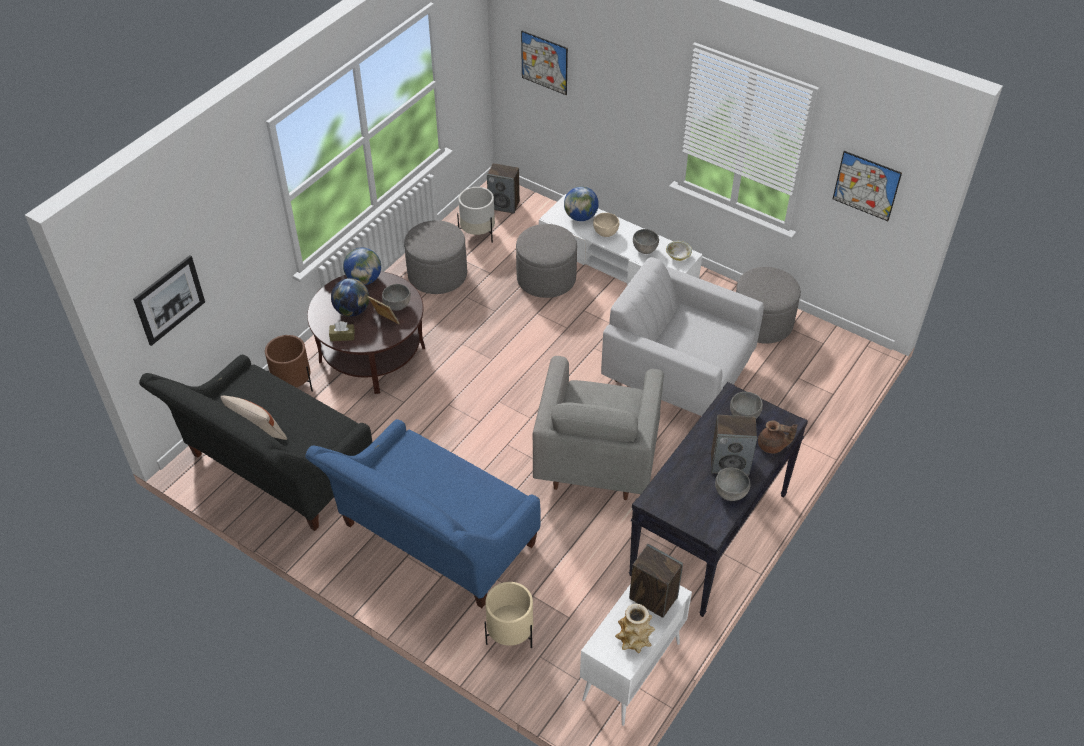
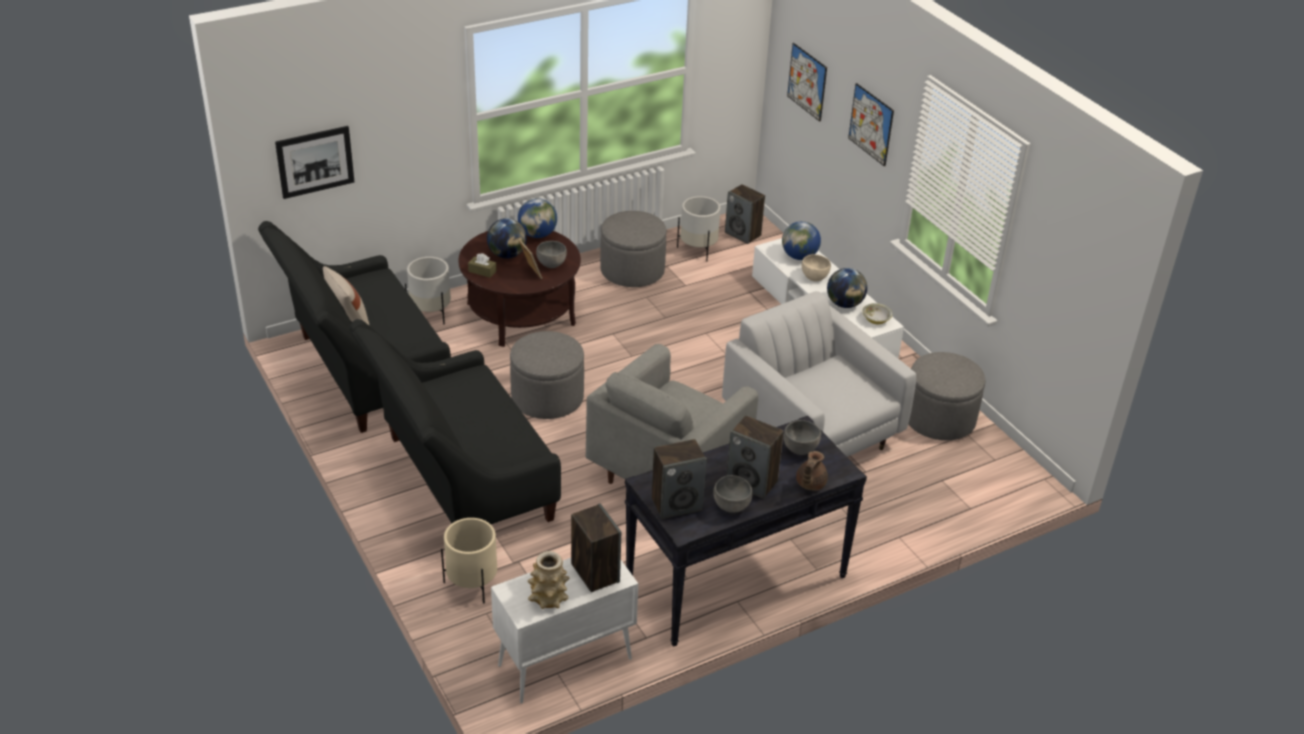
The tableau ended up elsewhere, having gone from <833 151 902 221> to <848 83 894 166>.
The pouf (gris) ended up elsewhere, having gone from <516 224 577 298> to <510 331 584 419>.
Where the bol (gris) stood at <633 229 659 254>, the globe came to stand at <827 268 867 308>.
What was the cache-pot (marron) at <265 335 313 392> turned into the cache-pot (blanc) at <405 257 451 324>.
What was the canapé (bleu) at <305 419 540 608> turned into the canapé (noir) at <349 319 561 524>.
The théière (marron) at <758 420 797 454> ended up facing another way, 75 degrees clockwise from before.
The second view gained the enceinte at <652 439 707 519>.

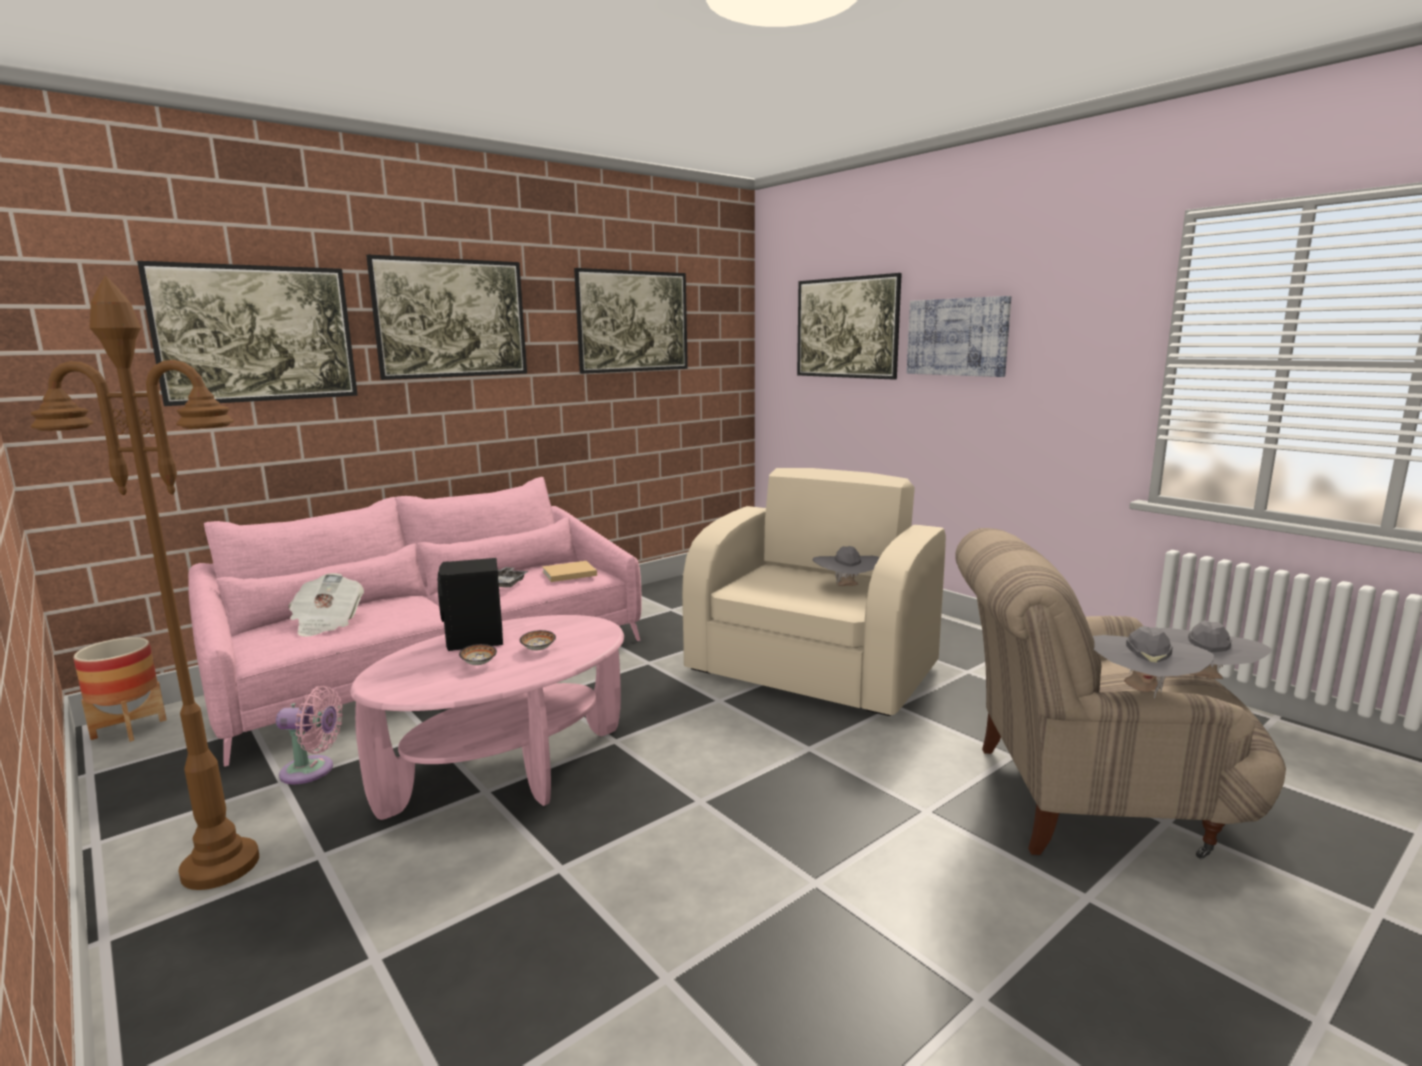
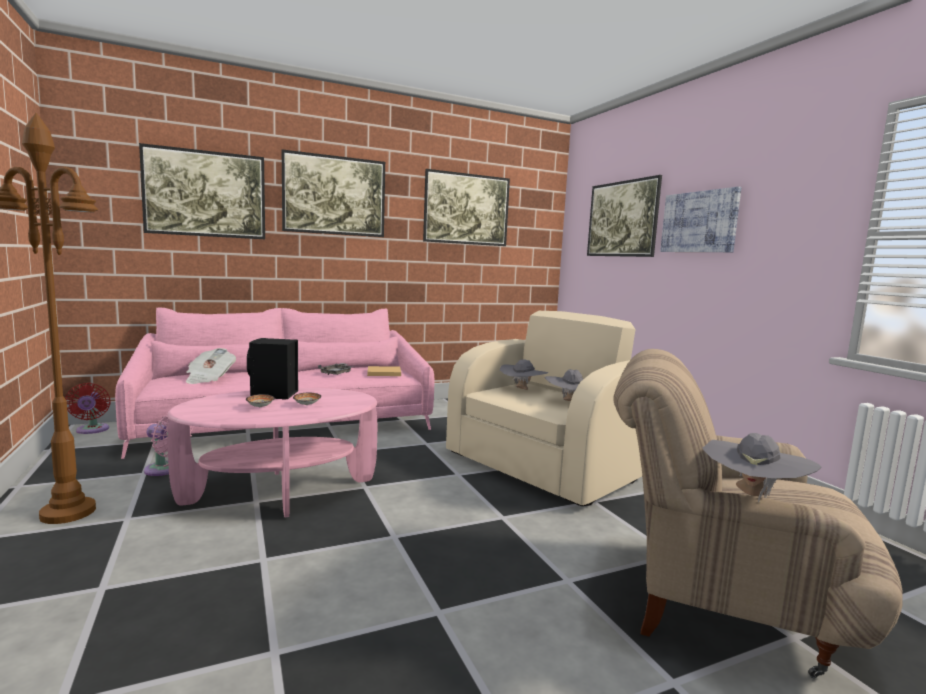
The chapeau (gris) ended up elsewhere, having gone from <1159 621 1272 679> to <500 360 549 390>.
Where the cache-pot stood at <73 637 167 742>, the ventilateur (rouge) came to stand at <65 383 111 434>.

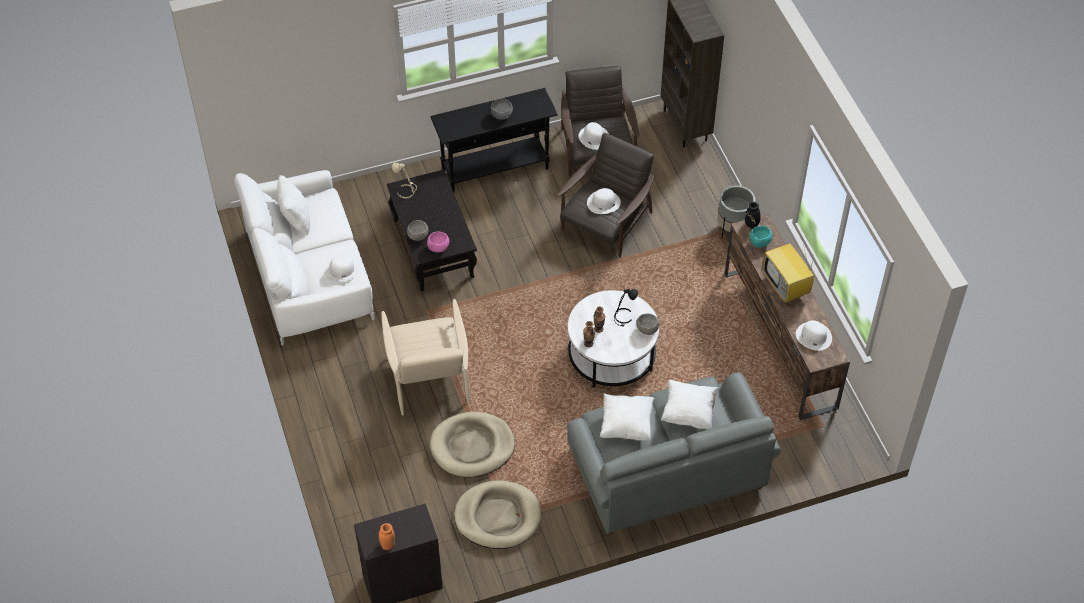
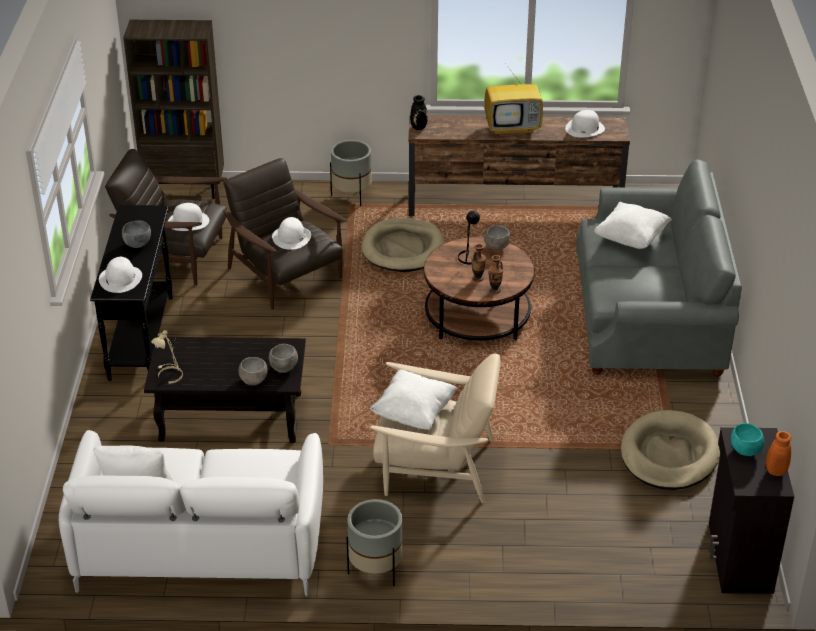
The bol (turquoise) ended up elsewhere, having gone from <750 226 772 248> to <731 423 764 456>.
What was the bol (rose) at <427 231 449 252> turned into the bol (gris) at <269 344 298 373>.
The chapeau (blanc) ended up elsewhere, having gone from <325 255 360 282> to <99 257 142 293>.
What was the table basse (blanc) at <568 290 659 388> turned into the table basse (marron) at <424 237 535 341>.
The coussin (blanc) ended up elsewhere, having gone from <600 393 655 441> to <370 370 457 430>.
The panier pour chien (beige) ended up elsewhere, having gone from <430 412 515 477> to <362 217 444 272>.
The second view gained the cache-pot (gris) at <346 499 403 586>.

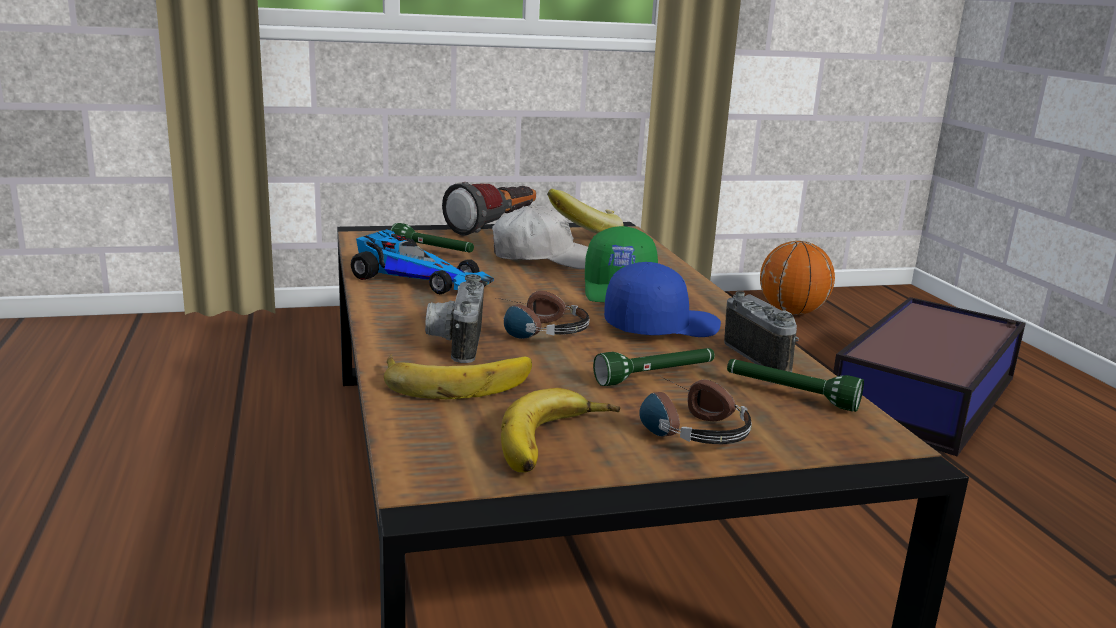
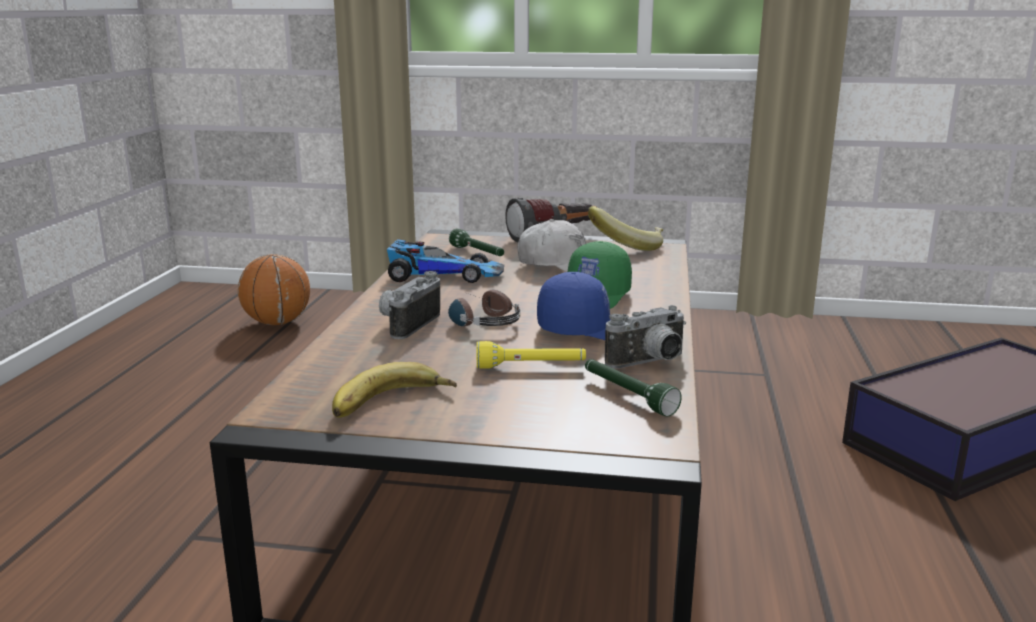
The petite voiture at <351 229 494 294> ended up facing another way, 45 degrees counterclockwise from before.
The ballon de basket ended up elsewhere, having gone from <760 241 835 315> to <238 254 310 325>.
The appareil photo at <724 291 799 372> ended up facing another way, 60 degrees clockwise from before.
What was the lampe de poche (vert) at <593 348 715 386> turned into the lampe de poche (jaune) at <477 341 586 369>.
The second view lost the banane at <384 355 532 399>.
The second view lost the casque audio at <639 377 752 444>.

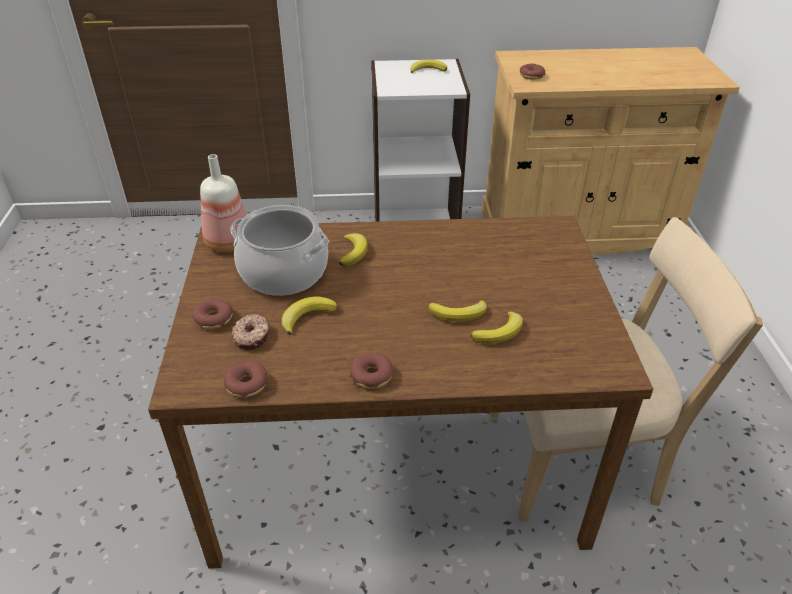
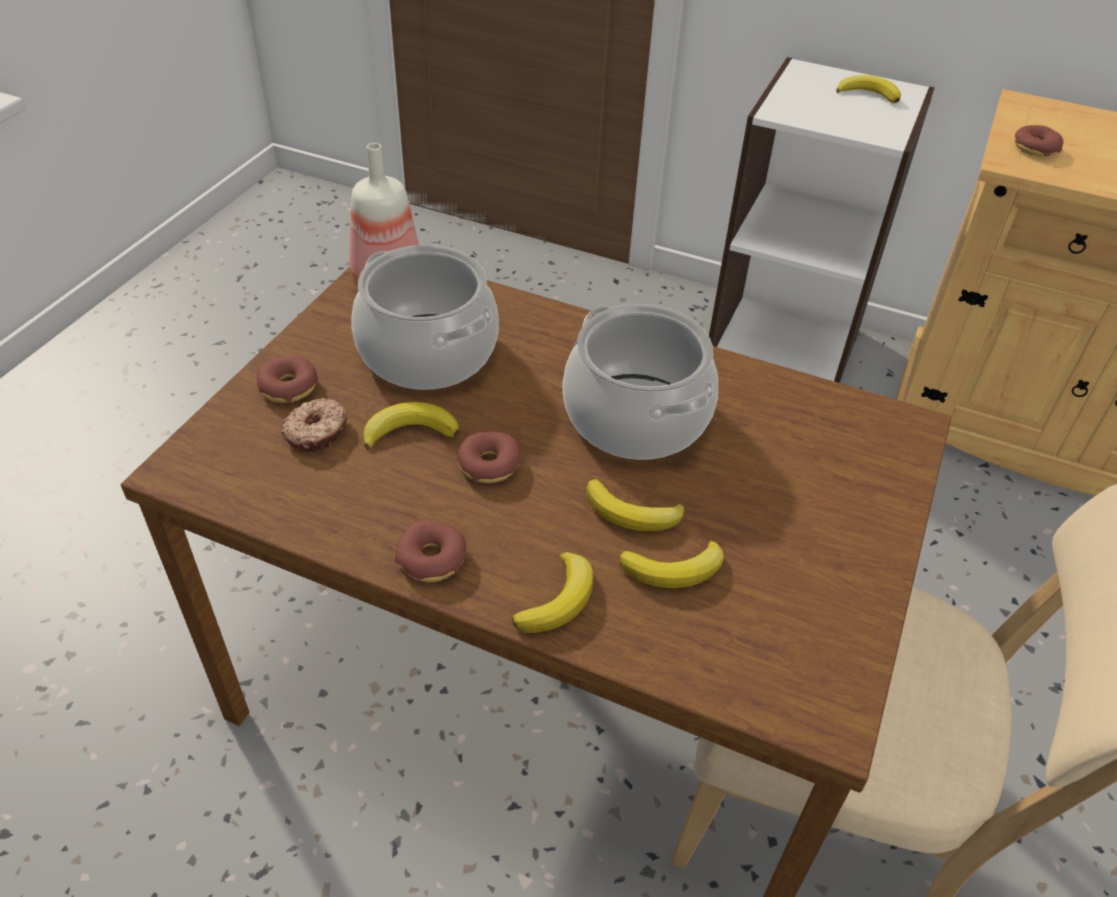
The banane ended up elsewhere, having gone from <339 233 368 267> to <512 552 593 633>.
The beignet ended up elsewhere, having gone from <224 361 268 398> to <457 431 521 483>.
The second view gained the marmite at <563 304 718 460>.

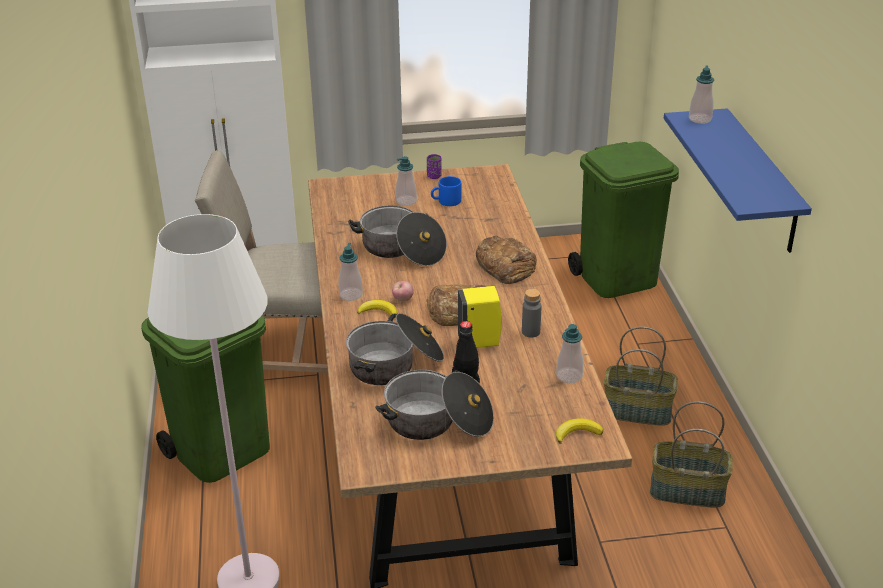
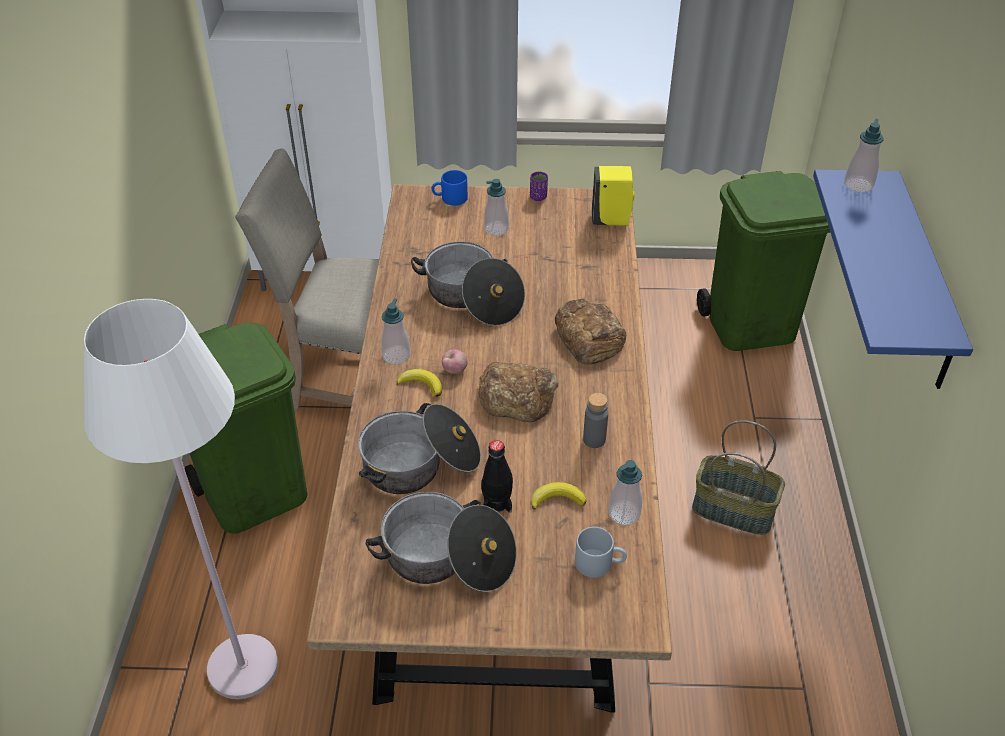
The mug (bleu) ended up elsewhere, having gone from <431 176 461 206> to <432 170 468 206>.
The distributeur de savon (jaune) ended up elsewhere, having gone from <458 286 502 348> to <592 166 635 225>.
The second view lost the panier at <650 401 733 508>.
The banane ended up elsewhere, having gone from <556 418 603 444> to <531 482 587 510>.
The second view gained the mug (gris) at <575 527 627 578>.

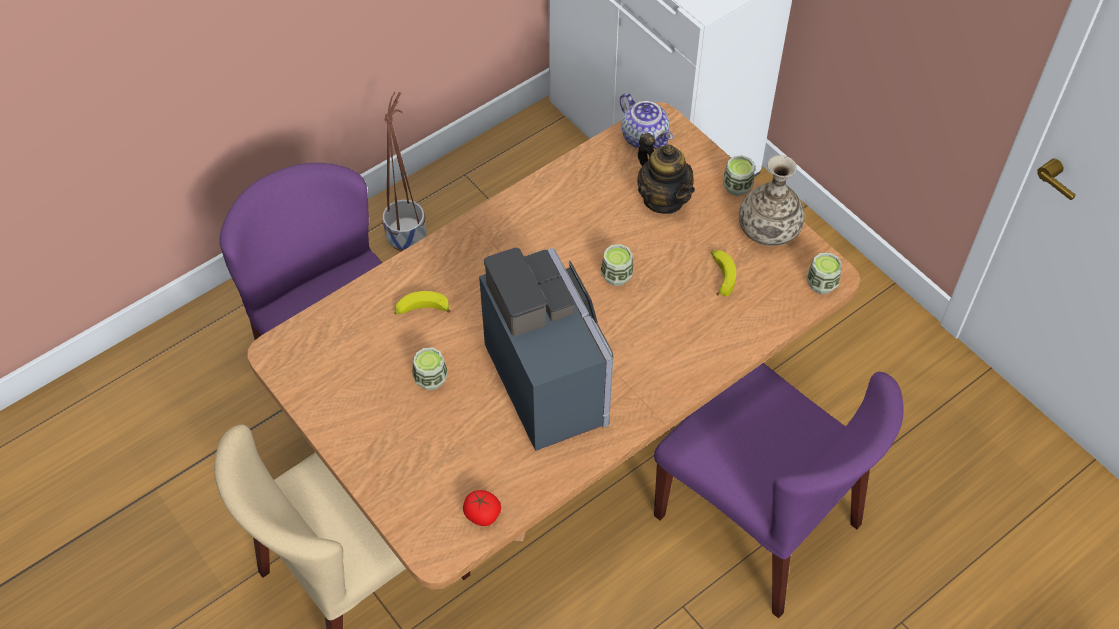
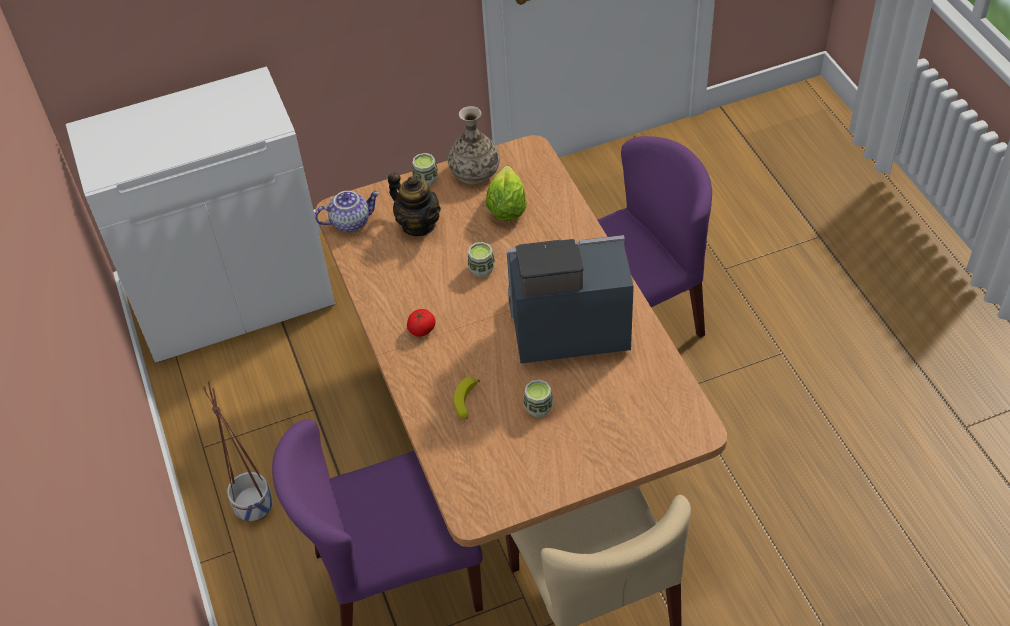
The théière at <637 133 695 214> ended up facing another way, 60 degrees clockwise from before.
Where the banane stood at <711 250 736 296>, the laitue came to stand at <486 166 527 221>.
The second view lost the tasse at <807 252 842 294>.
The tomate ended up elsewhere, having gone from <463 490 501 526> to <407 309 436 337>.

